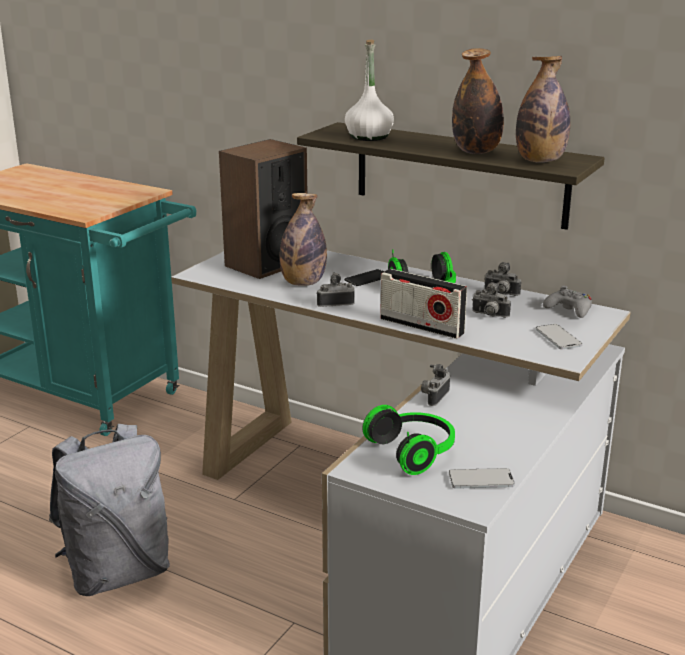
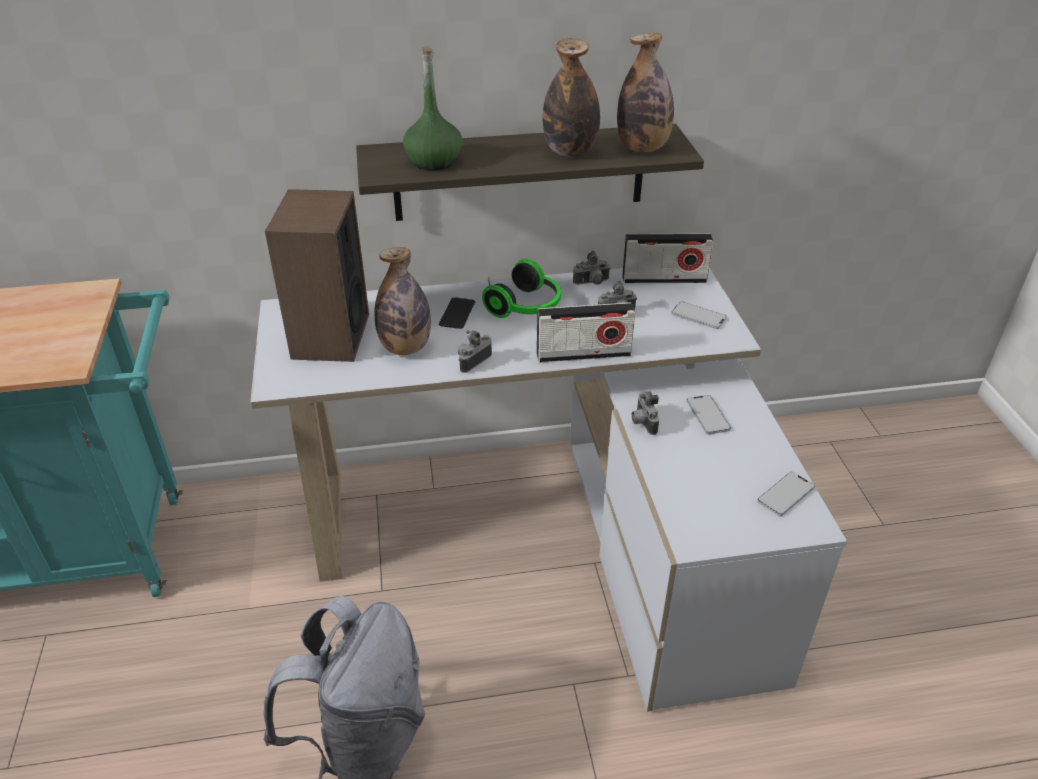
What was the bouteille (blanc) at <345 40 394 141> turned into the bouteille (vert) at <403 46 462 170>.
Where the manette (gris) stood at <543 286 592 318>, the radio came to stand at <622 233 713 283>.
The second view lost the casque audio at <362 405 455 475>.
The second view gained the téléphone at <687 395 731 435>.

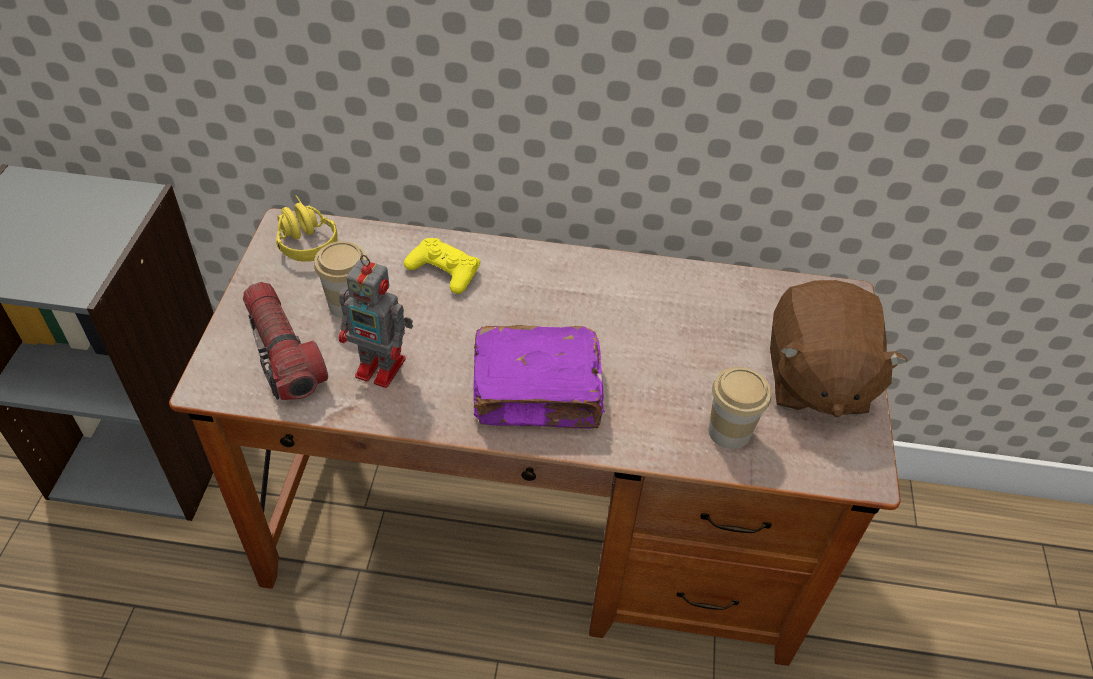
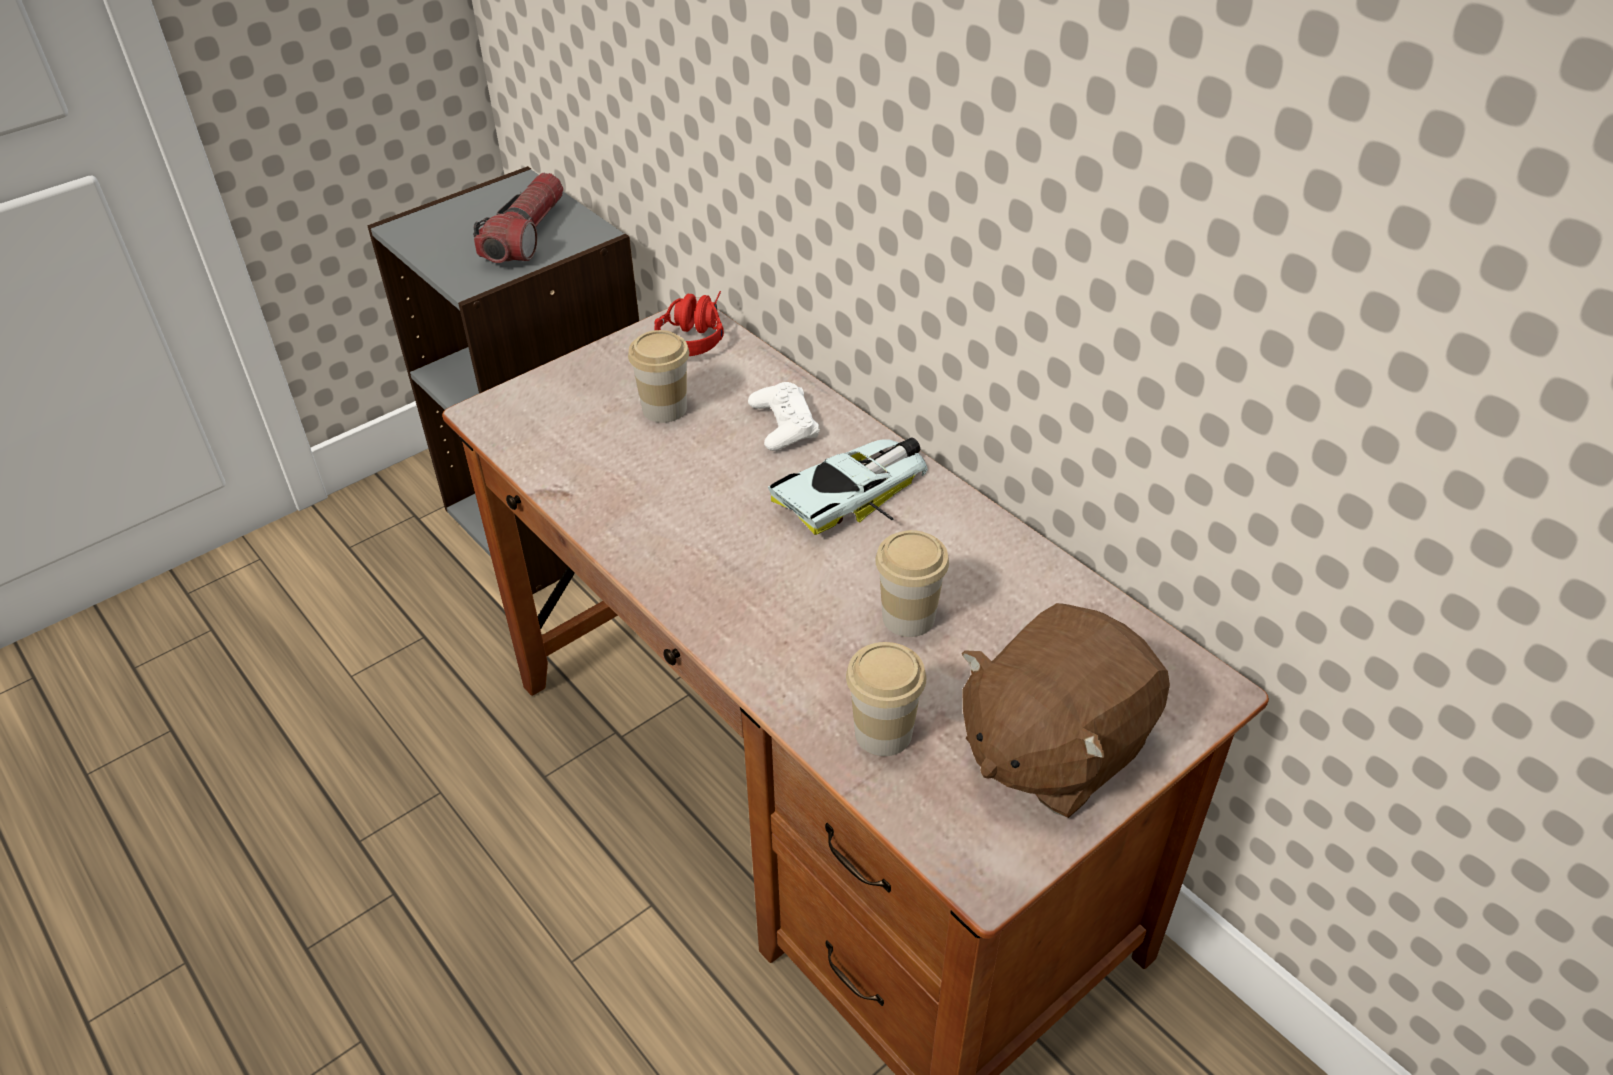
What was the casque audio (jaune) at <276 195 338 262> turned into the casque audio (rouge) at <654 291 724 356>.
What was the manette (jaune) at <404 238 480 294> turned into the manette (blanc) at <748 382 820 451>.
The second view lost the robot jouet at <339 255 413 388>.
The lampe de poche ended up elsewhere, having gone from <243 282 328 400> to <473 173 563 263>.
The second view lost the livre (violet) at <473 325 605 429>.
The second view gained the petite voiture at <768 437 928 535>.
The second view gained the tasse at <875 530 949 637>.

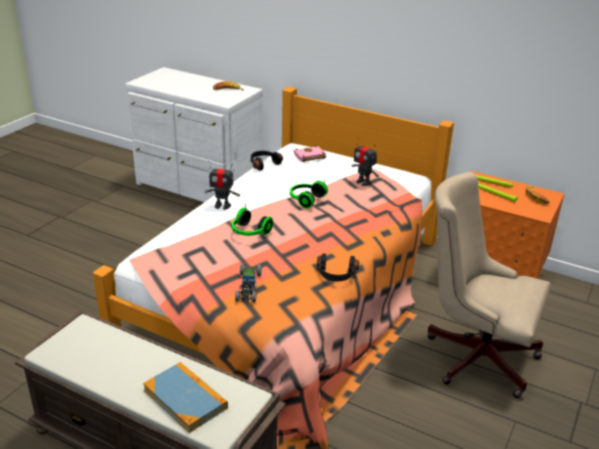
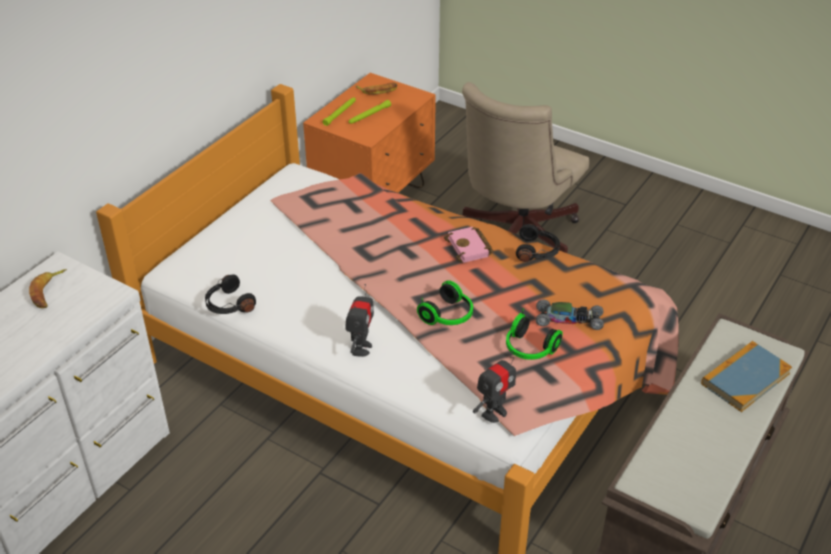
The robot jouet ended up elsewhere, having gone from <351 140 379 186> to <473 351 516 423>.
The livre (rose) ended up elsewhere, having gone from <294 146 326 162> to <444 227 493 263>.
The casque audio ended up elsewhere, having gone from <290 181 328 209> to <506 308 563 360>.

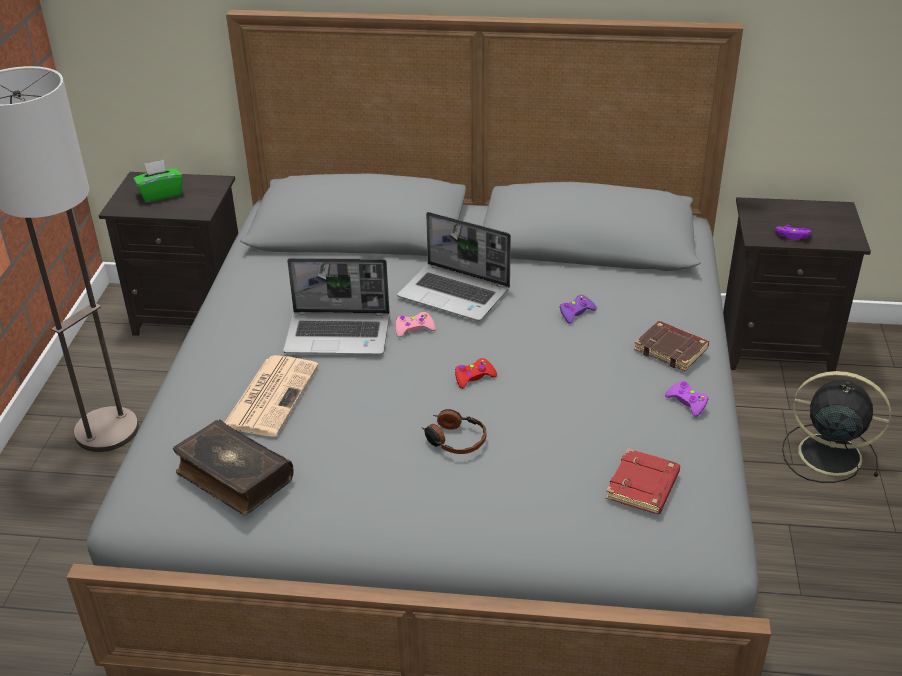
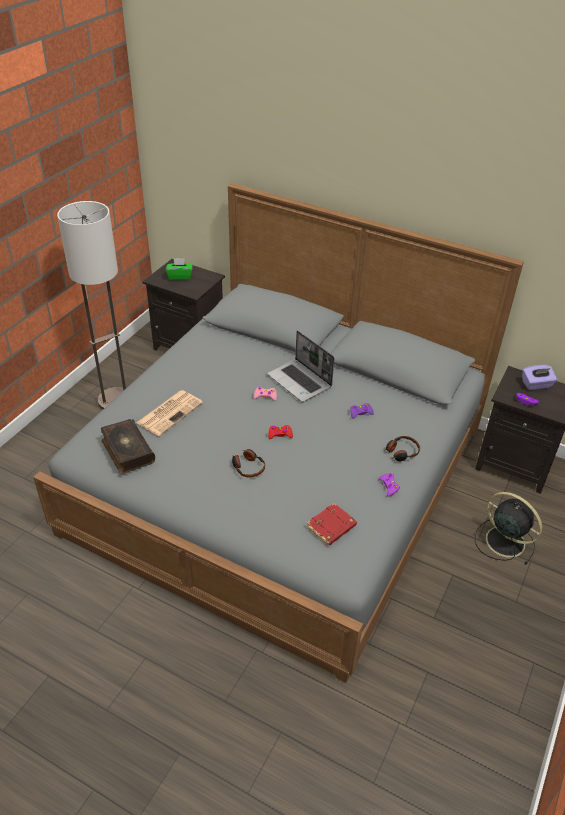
The second view lost the ordinateur portable at <283 258 390 355>.
Where the livre (marron) stood at <634 321 709 371>, the casque audio came to stand at <385 436 420 461>.
The second view gained the boîte à mouchoirs (violet) at <522 365 557 390>.

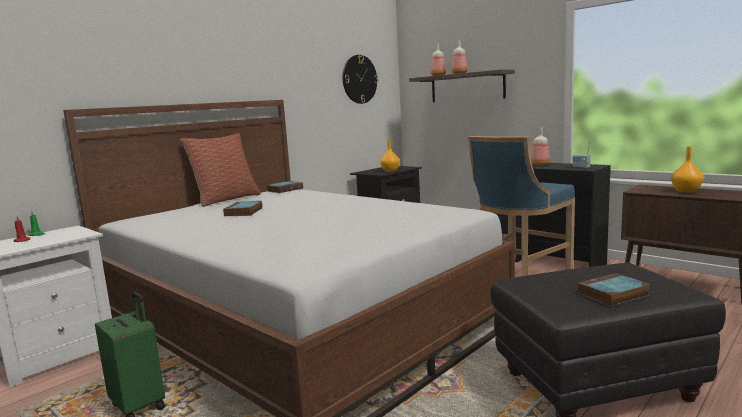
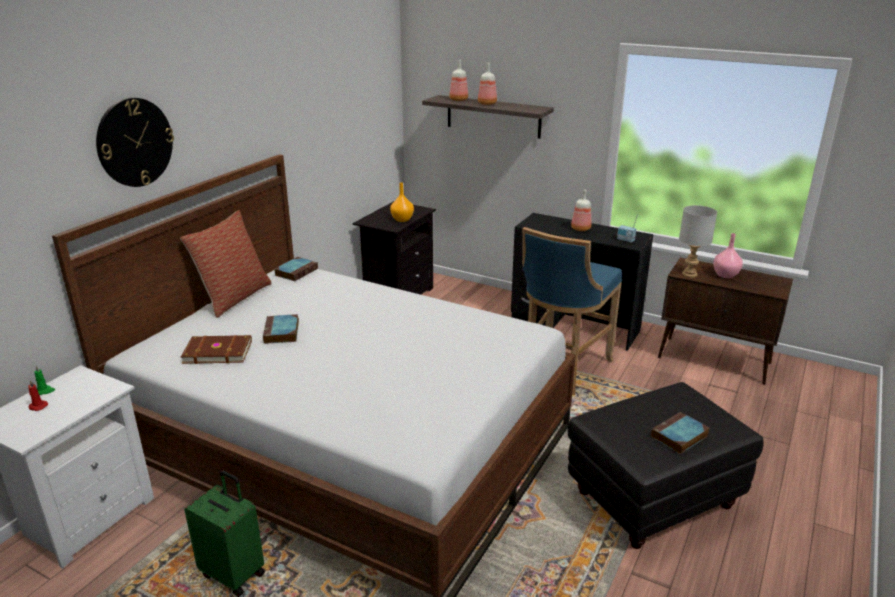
The horloge murale ended up elsewhere, having gone from <342 55 378 104> to <96 98 174 187>.
What was the vase (orange) at <671 147 704 193> turned into the vase (rose) at <713 233 743 278>.
The second view gained the lampe de table (gris) at <679 205 717 278>.
The second view gained the livre (marron) at <181 335 252 364>.

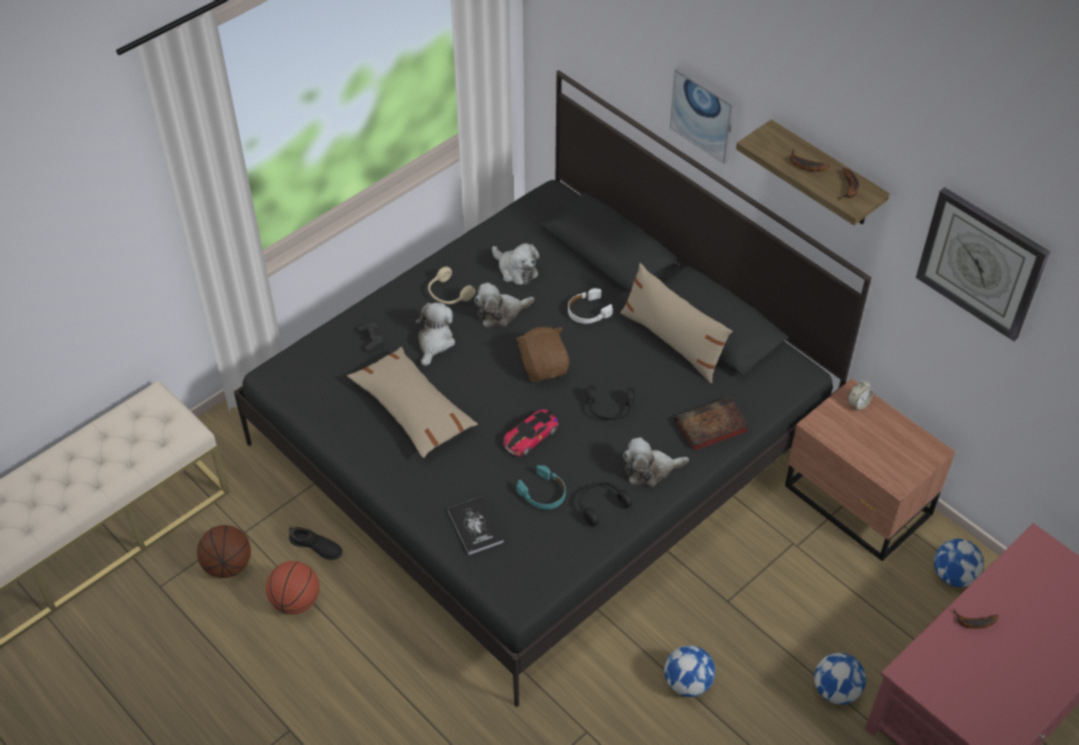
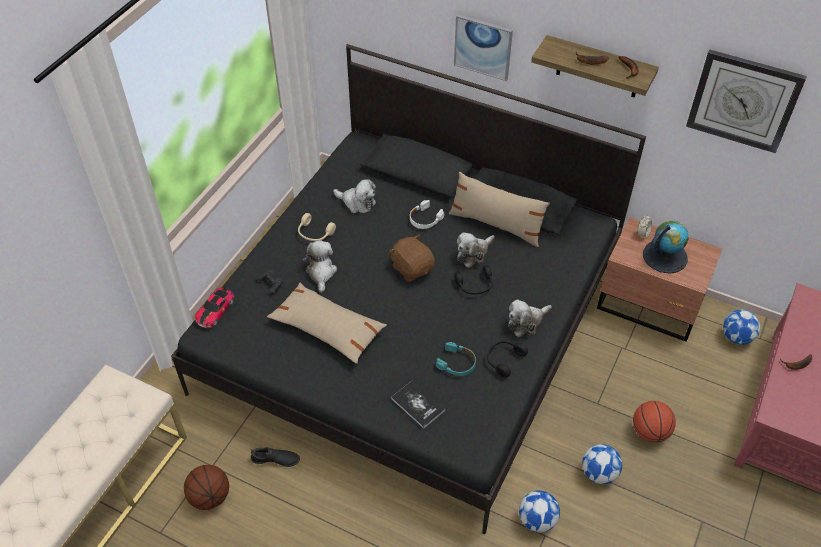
The peluche ended up elsewhere, having gone from <474 283 534 327> to <457 232 495 268>.
The second view lost the livre at <675 397 749 452>.
The petite voiture ended up elsewhere, having gone from <503 409 558 456> to <195 286 234 328>.
The ballon de basket ended up elsewhere, having gone from <266 561 319 614> to <633 401 676 443>.
The ballon de foot ended up elsewhere, having gone from <814 653 866 705> to <519 490 560 532>.
The second view gained the globe at <643 221 689 274>.

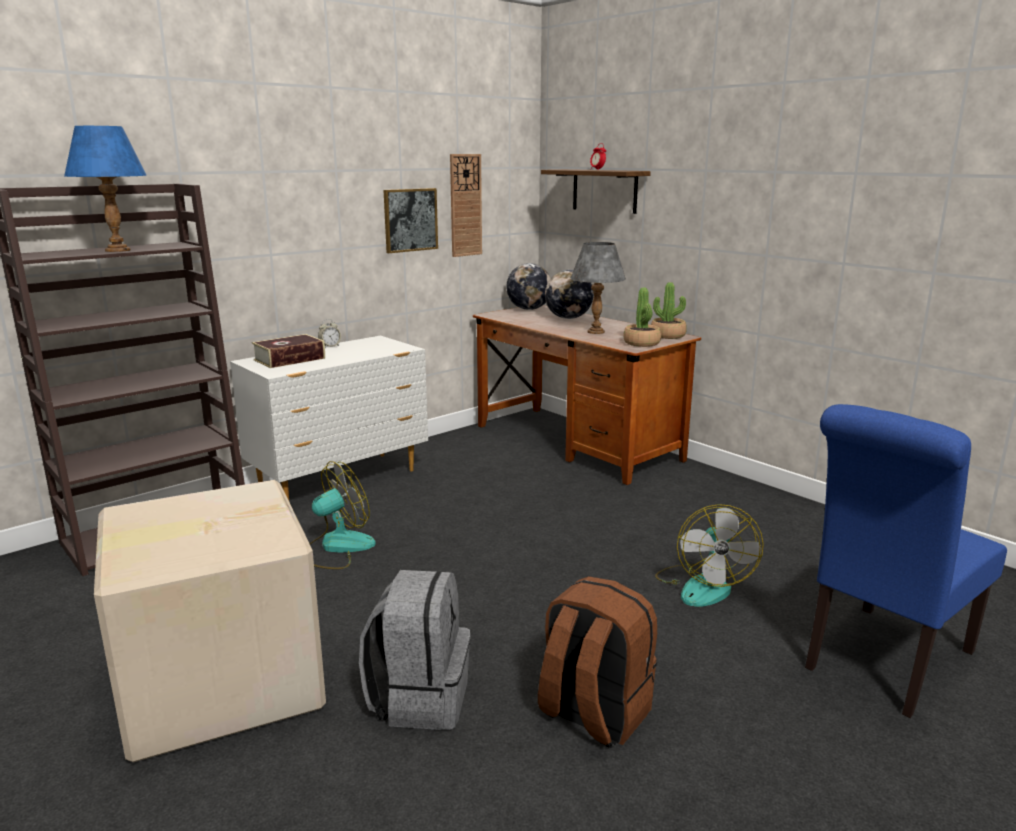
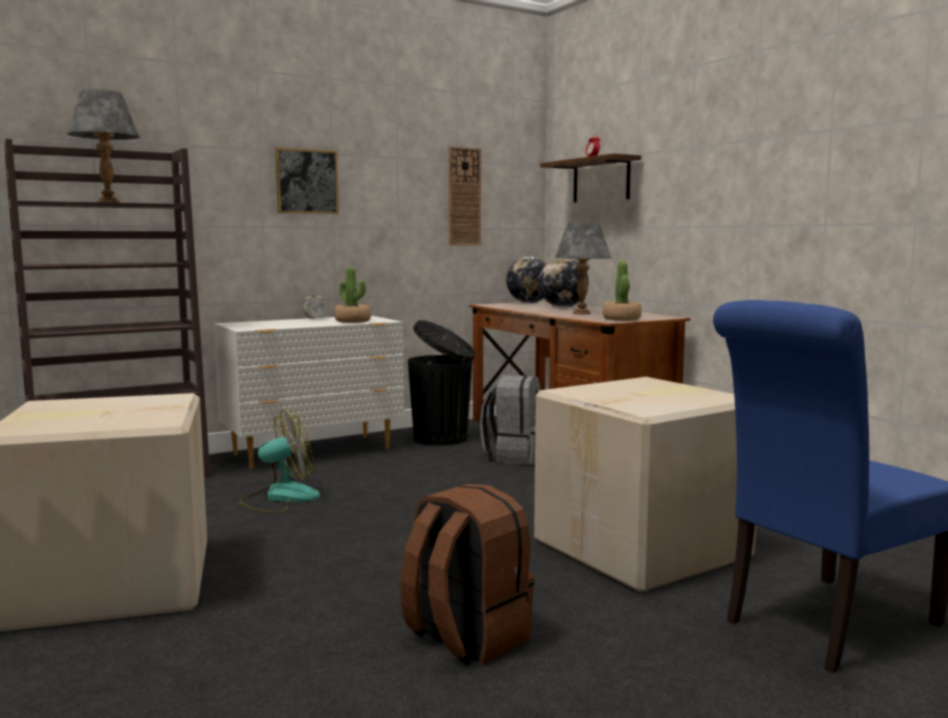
What was the lampe de table (bleu) at <64 126 147 252> turned into the lampe de table (gris) at <67 89 140 203>.
The tableau ended up elsewhere, having gone from <384 188 438 253> to <275 147 339 214>.
The plante en pot ended up elsewhere, having gone from <651 282 687 339> to <334 266 371 323>.
The second view lost the livre at <252 334 325 368>.
Where the ventilateur stood at <655 504 764 607>, the carton came to stand at <534 377 756 593>.
The sac à dos (gris) ended up elsewhere, having gone from <359 570 470 730> to <480 375 540 465>.
The second view gained the poubelle (noir) at <408 320 476 446>.

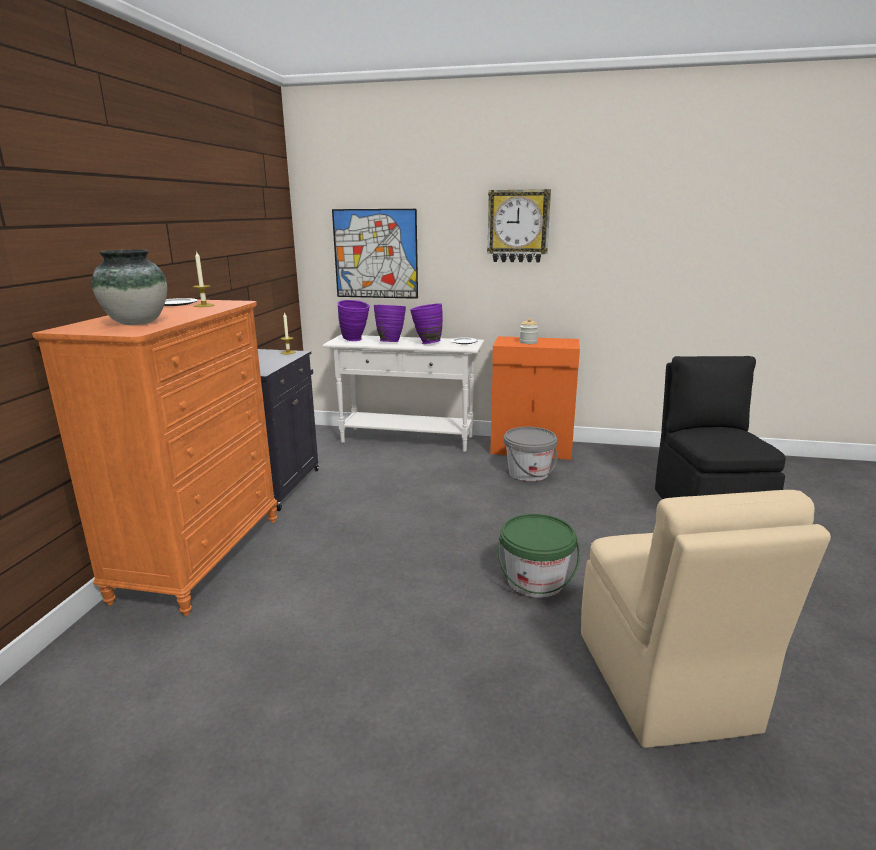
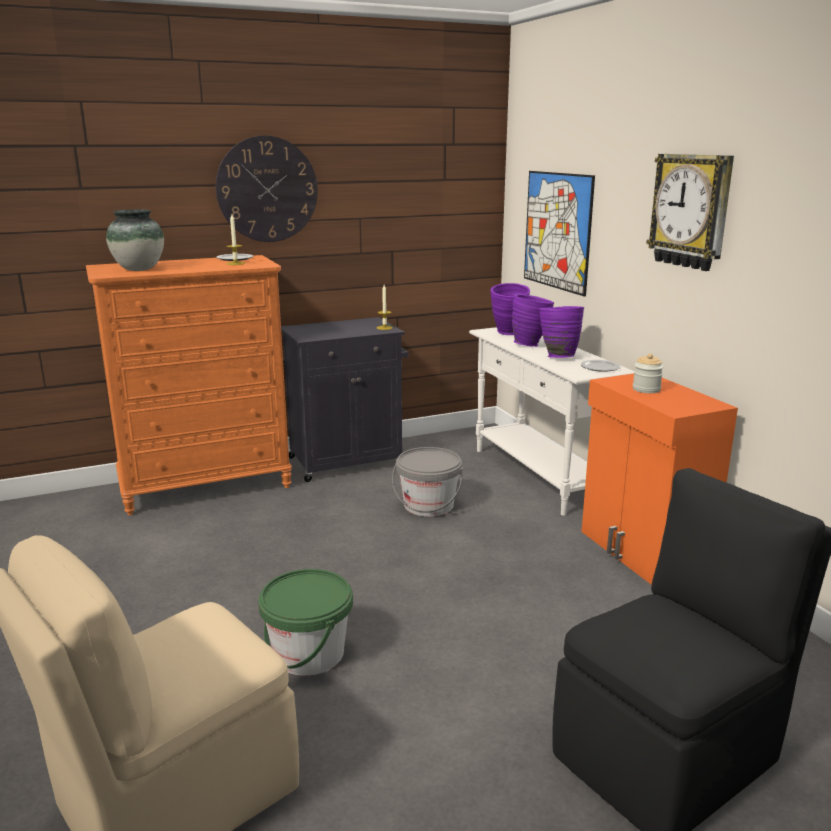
The seau (gris) ended up elsewhere, having gone from <504 427 557 481> to <392 447 463 517>.
The second view gained the horloge murale at <216 135 318 242>.

